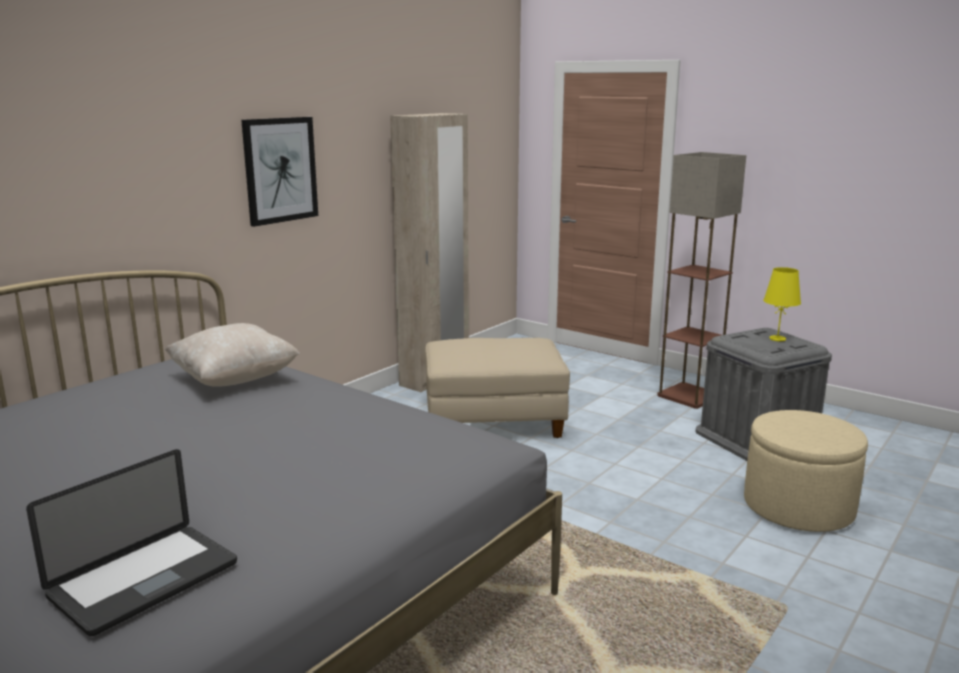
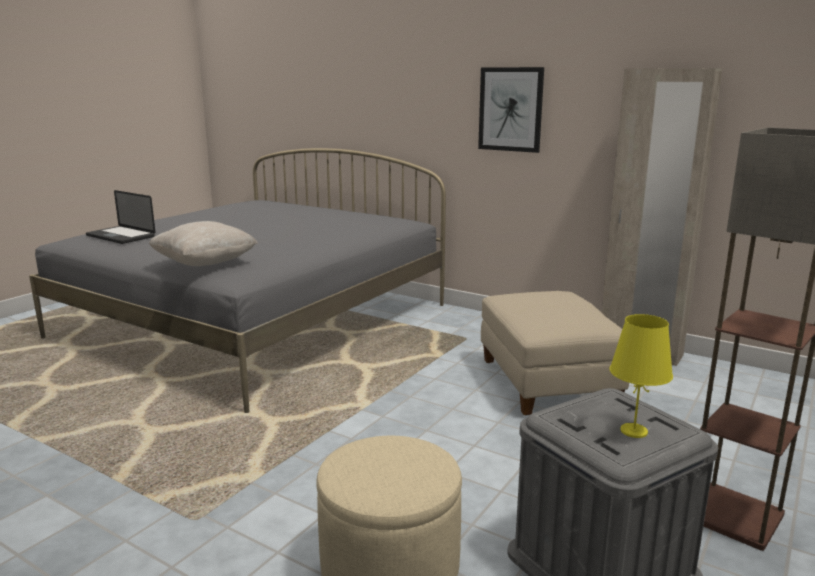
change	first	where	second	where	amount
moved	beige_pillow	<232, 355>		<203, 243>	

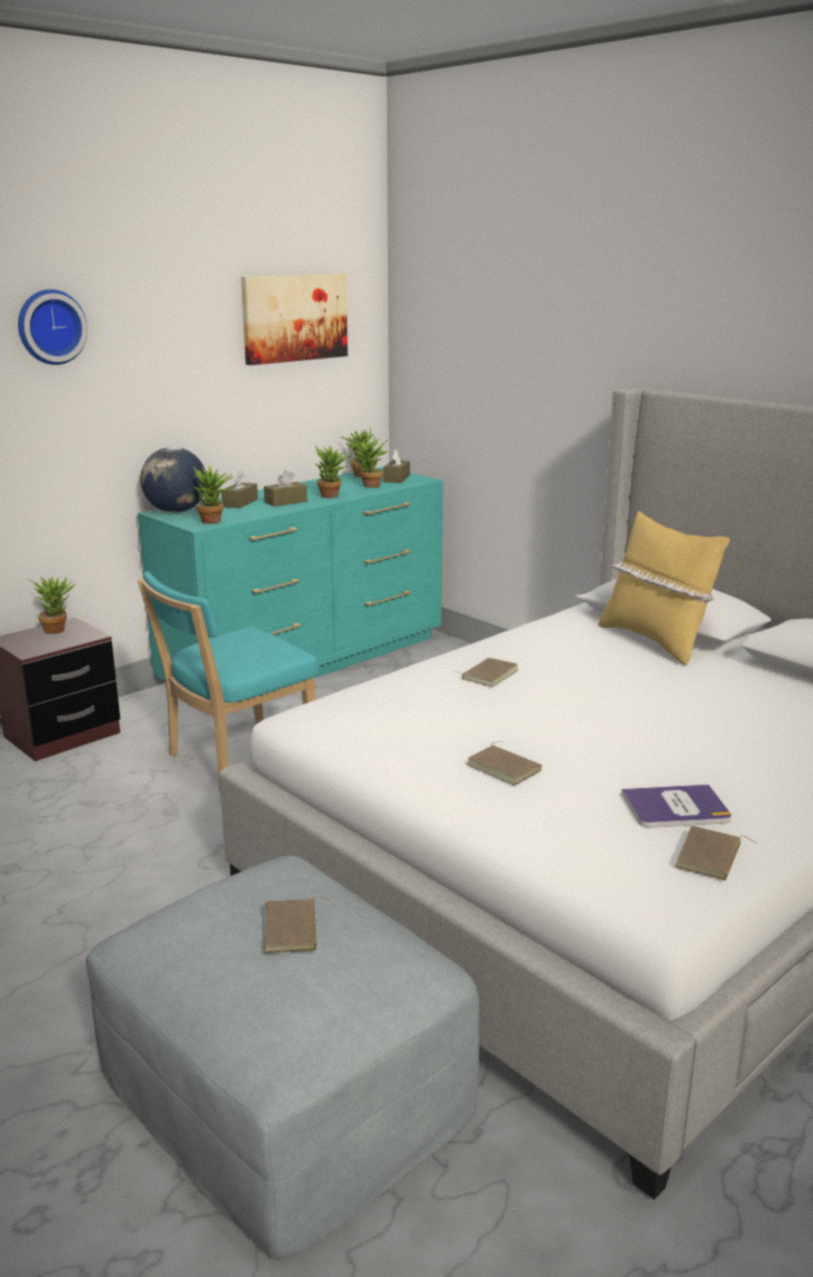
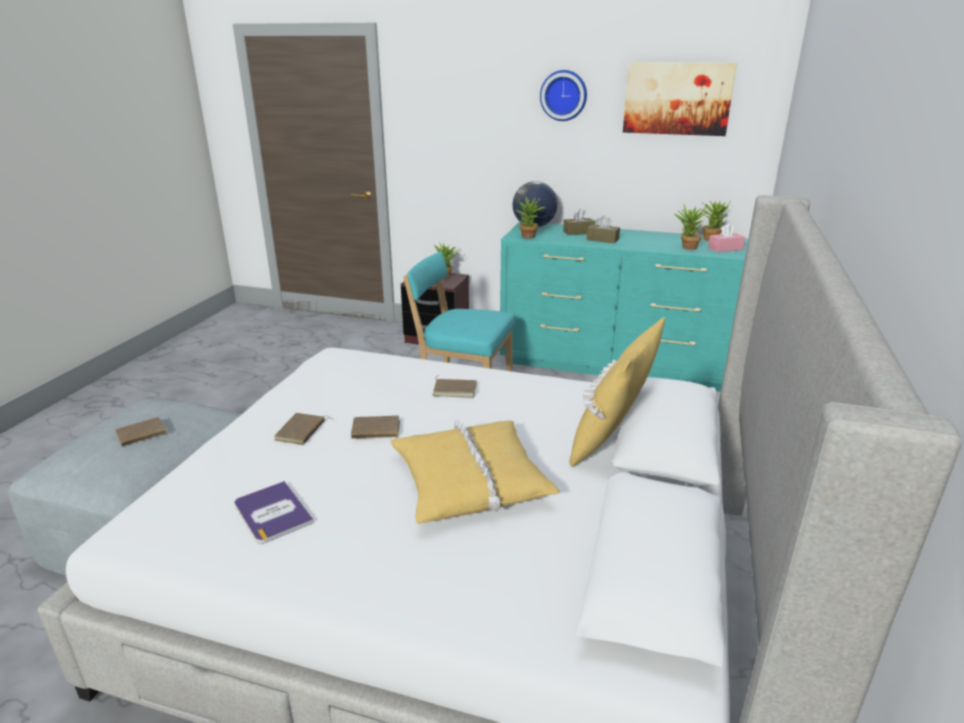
change	first	where	second	where	amount
moved	wall_clock	<53, 327>		<563, 95>	
removed	potted_plant	<333, 472>			
recoloured	brown_tissue_box	<396, 466>	pink_tissue_box	<727, 237>	
moved	brown_book	<715, 853>		<375, 427>	
added			yellow_pillow	<475, 471>	

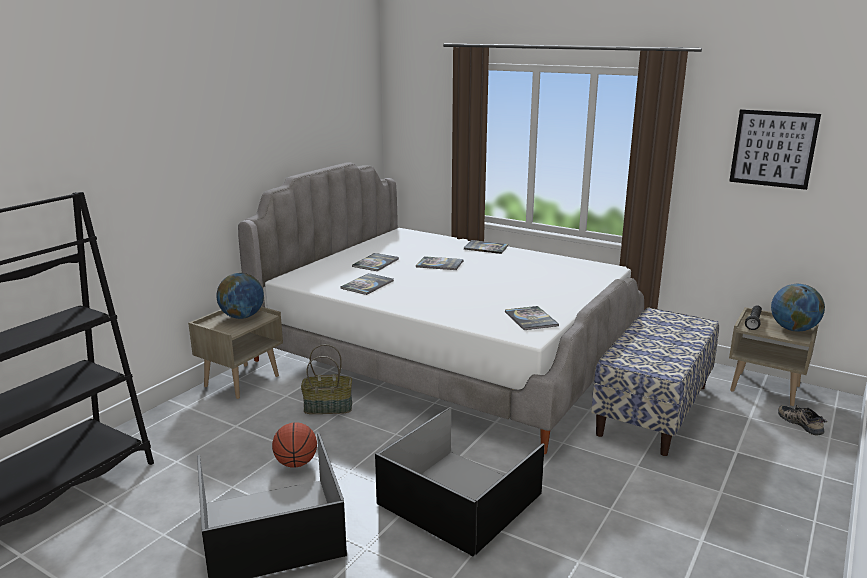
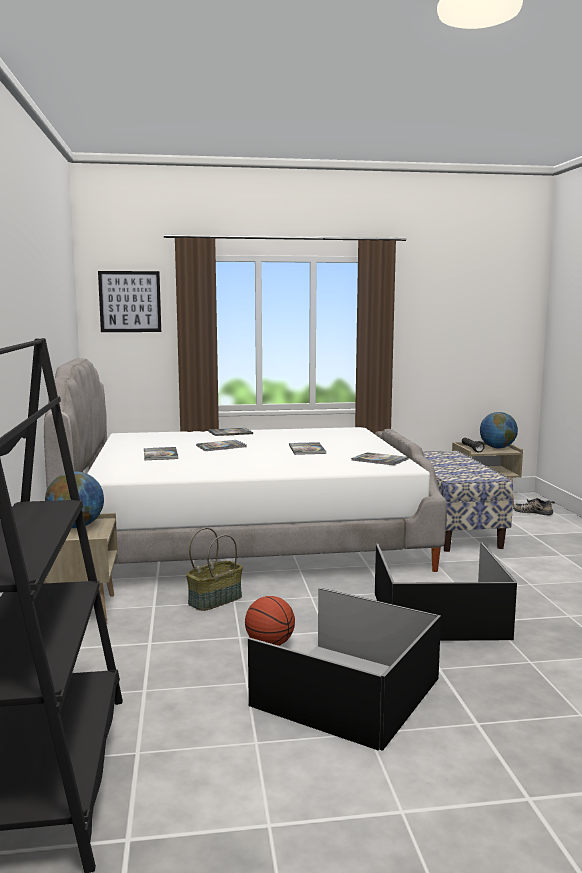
change	first	where	second	where	amount
moved	book	<367, 284>		<307, 448>	
moved	picture	<775, 149>		<129, 301>	

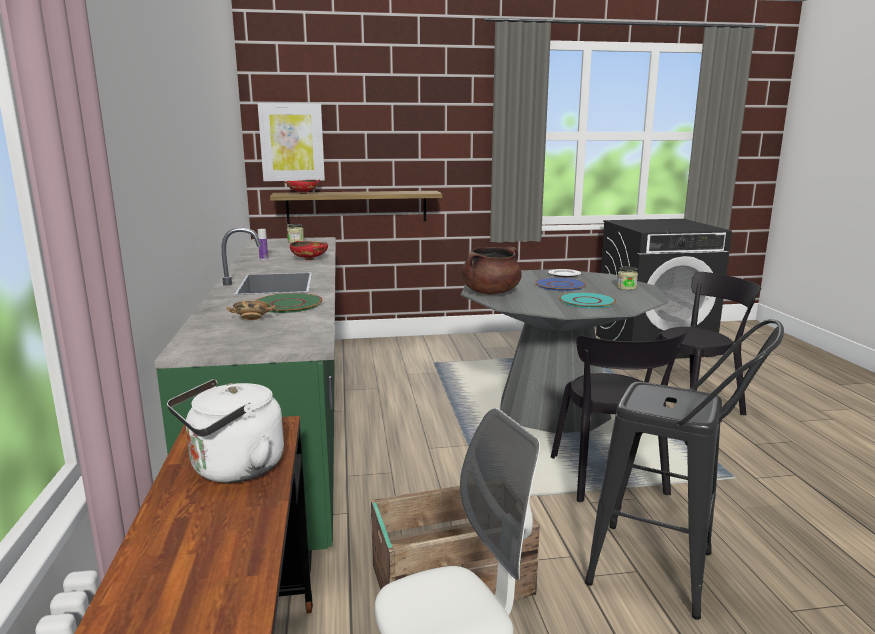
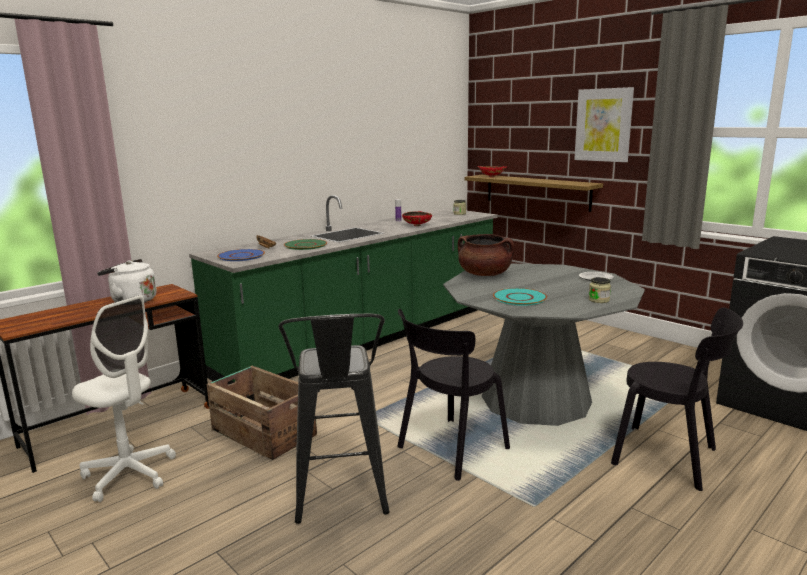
change	first	where	second	where	amount
moved	picture	<291, 142>		<604, 124>	
moved	blue_plate	<560, 284>		<241, 255>	

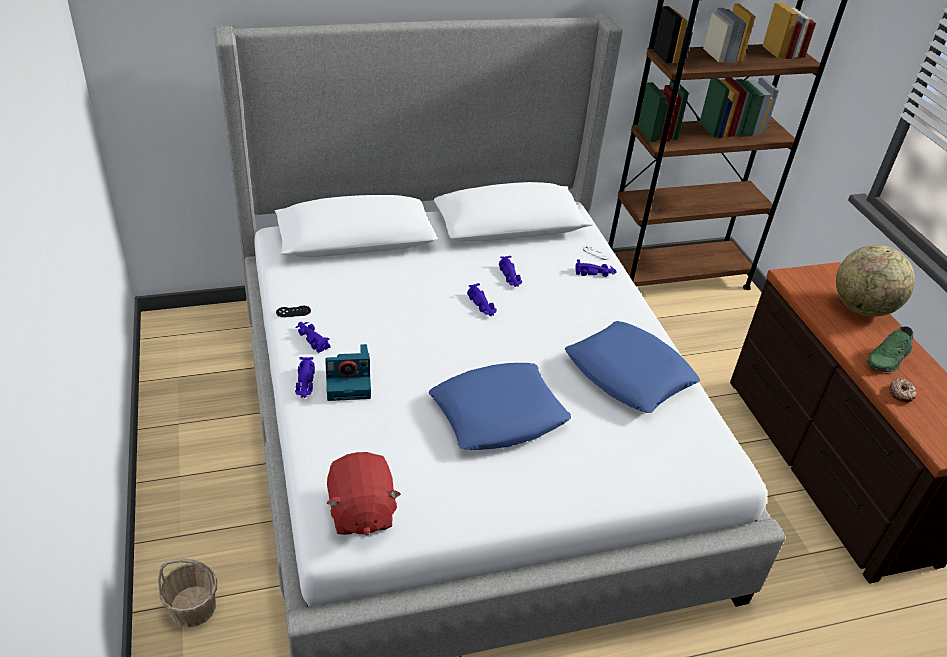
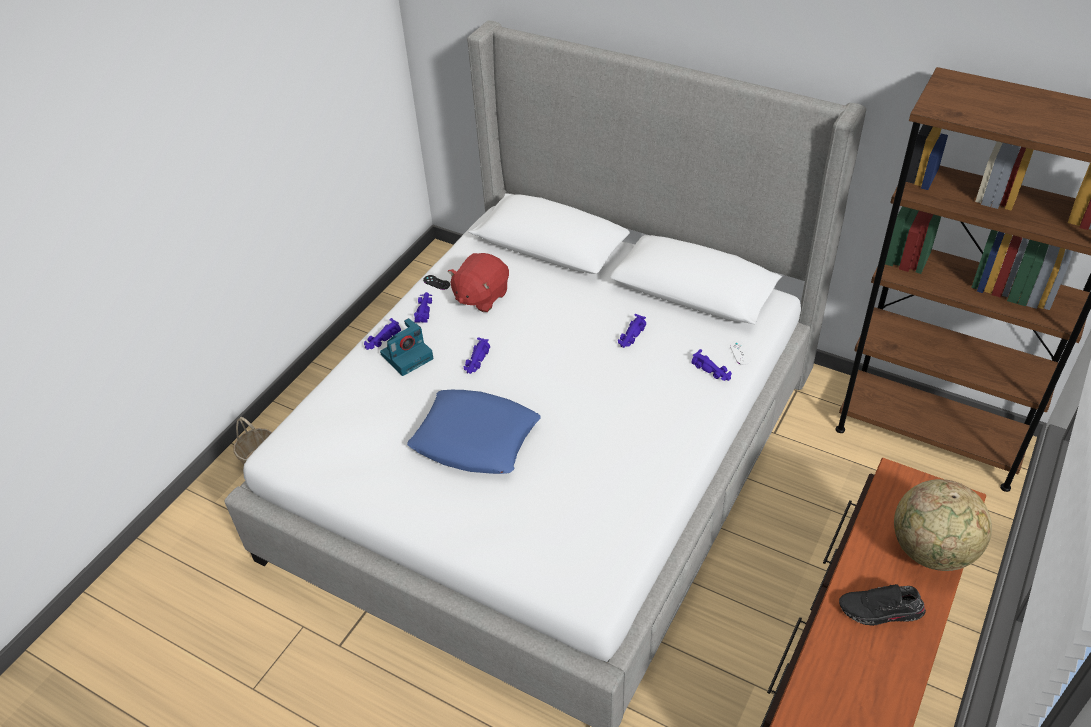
change	first	where	second	where	amount
turned	photo_camera	<348, 372>		<406, 347>	75 degrees counterclockwise
moved	red_plush_toy	<363, 493>		<478, 282>	
moved	purple_toy_car	<482, 299>		<477, 355>	
removed	blue_pillow	<632, 367>			
recoloured	green_shoe	<890, 349>	black_shoe	<882, 605>	
removed	donut	<903, 390>			

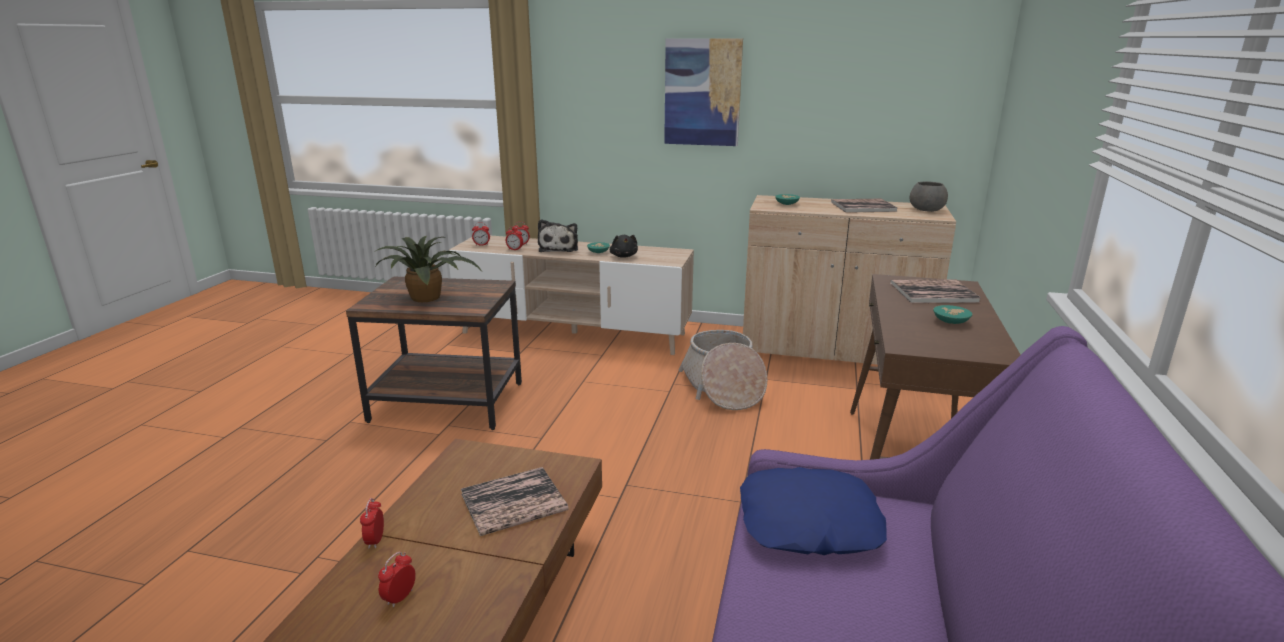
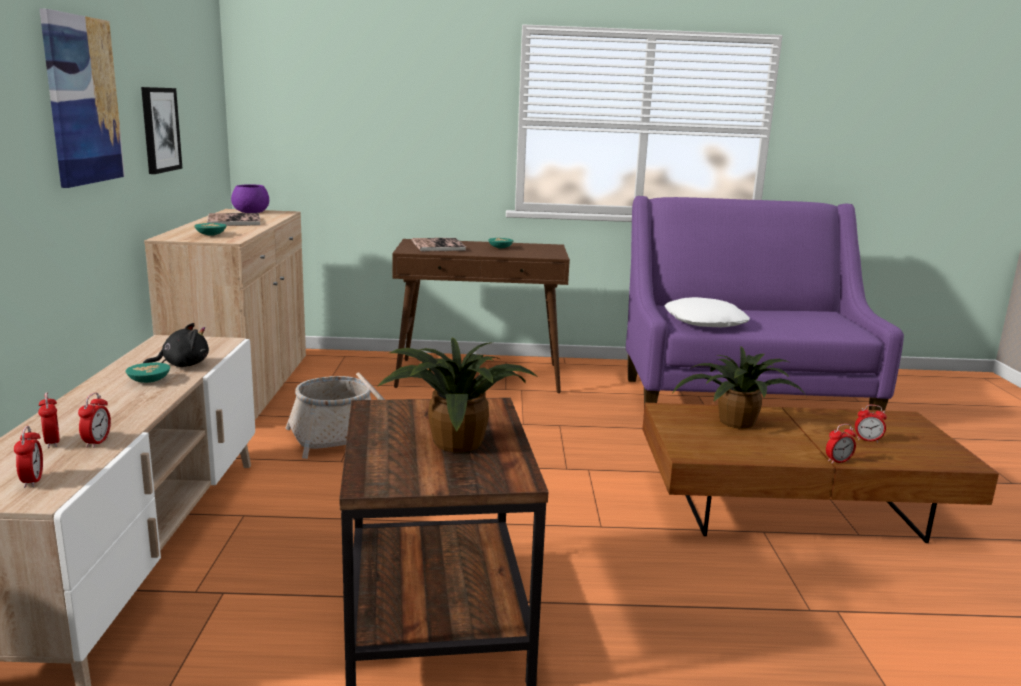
change	first	where	second	where	amount
replaced	book	<515, 501>	potted_plant	<739, 388>	
removed	plush_toy	<558, 235>			
recoloured	blue_pillow	<813, 511>	white_pillow	<707, 312>	
recoloured	grey_bowl	<928, 196>	purple_bowl	<250, 198>	
added			picture	<161, 130>	

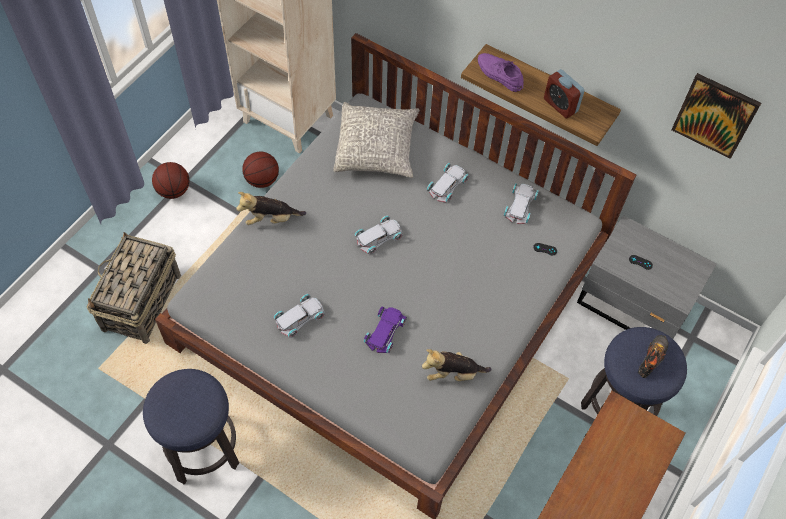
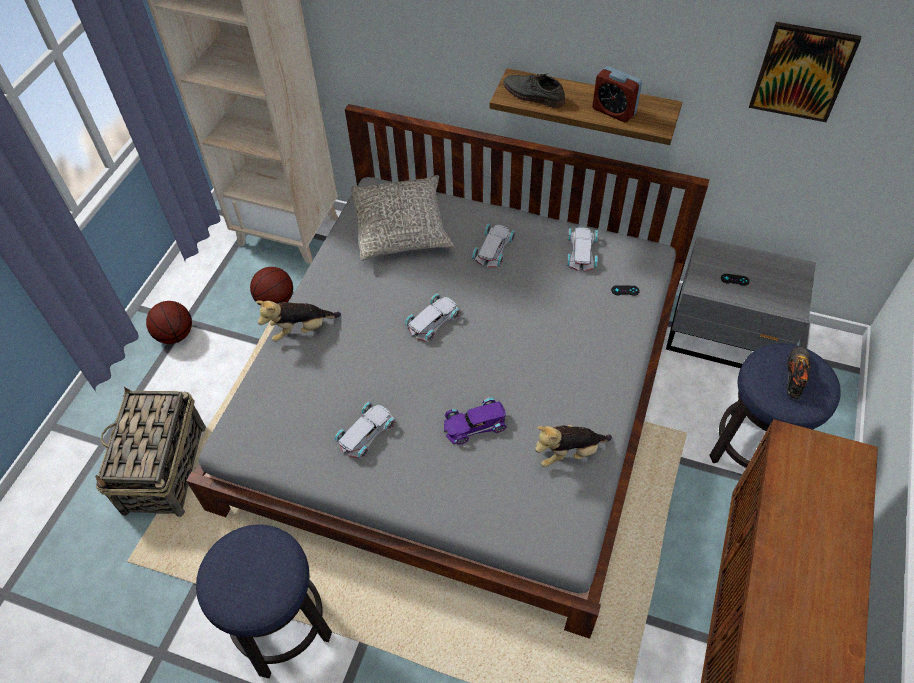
change	first	where	second	where	amount
turned	purple_toy_car	<385, 329>		<475, 421>	120 degrees counterclockwise
recoloured	purple_shoe	<501, 72>	grey_shoe	<534, 91>	

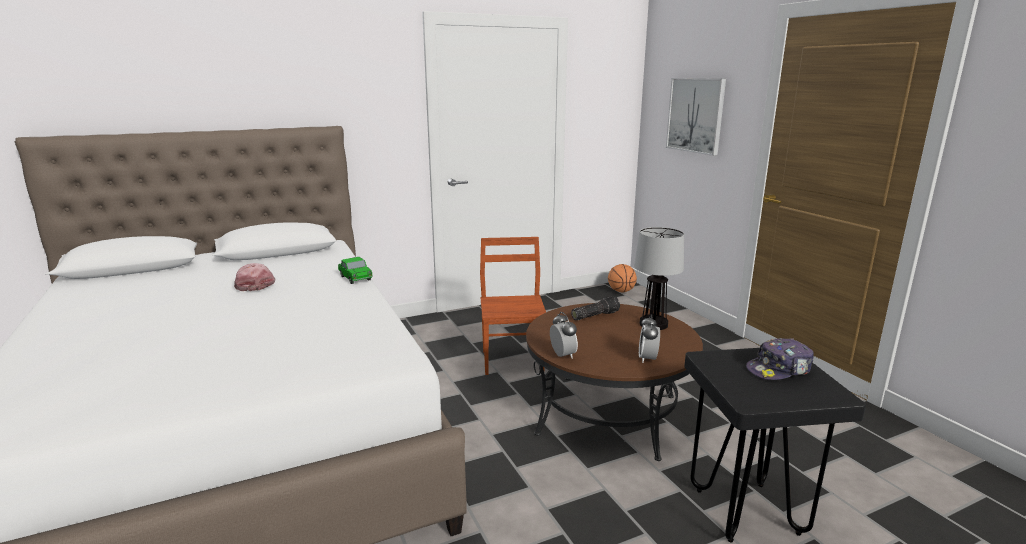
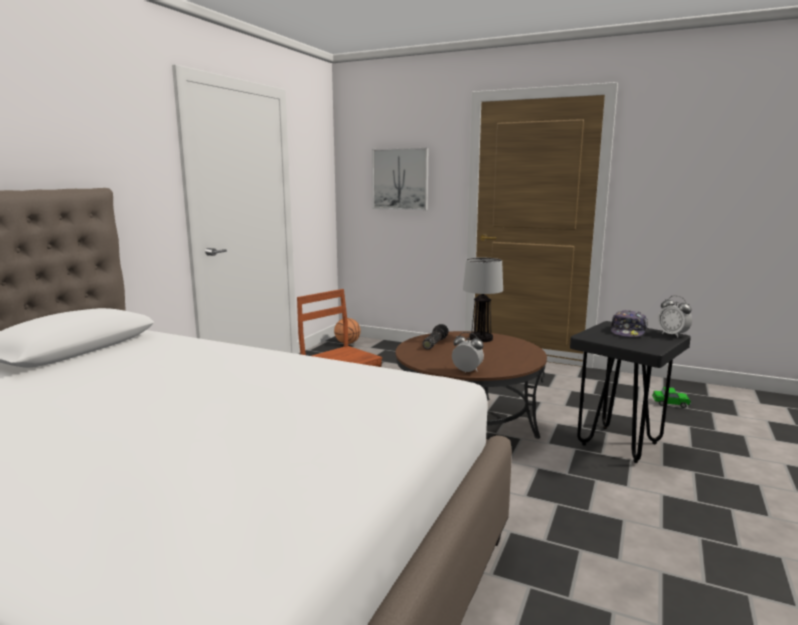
change	first	where	second	where	amount
removed	pink_cap	<255, 277>			
moved	toy_car	<355, 270>		<671, 397>	
moved	alarm_clock	<649, 339>		<675, 317>	

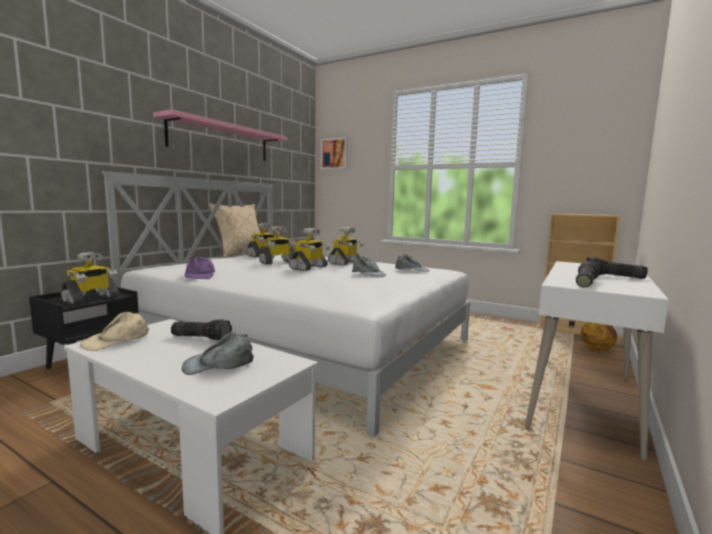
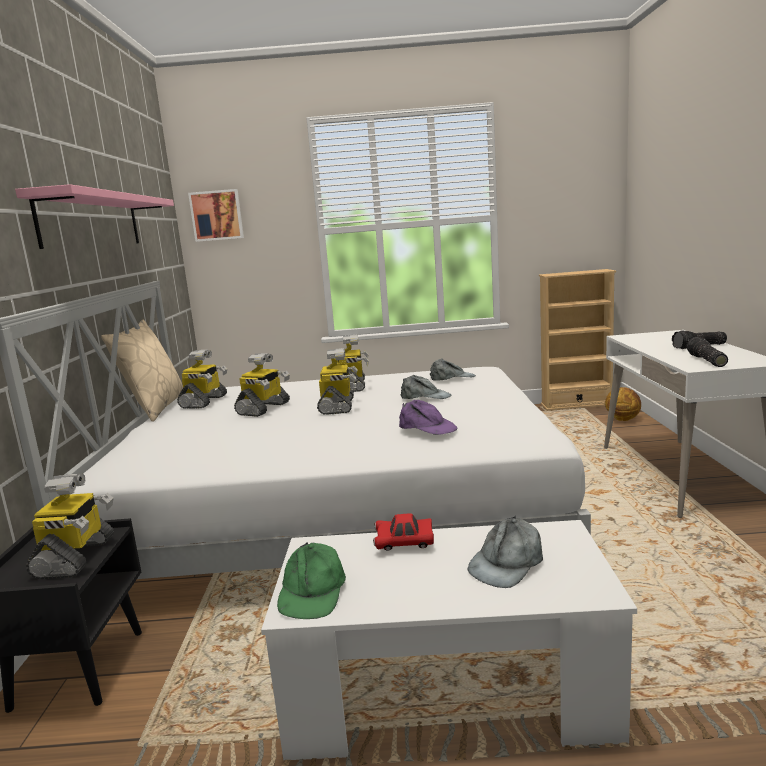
change	first	where	second	where	amount
recoloured	beige_cap	<114, 331>	green_cap	<311, 580>	
replaced	flashlight	<201, 330>	red_toy_car	<403, 531>	
moved	purple_cap	<199, 268>		<428, 417>	

